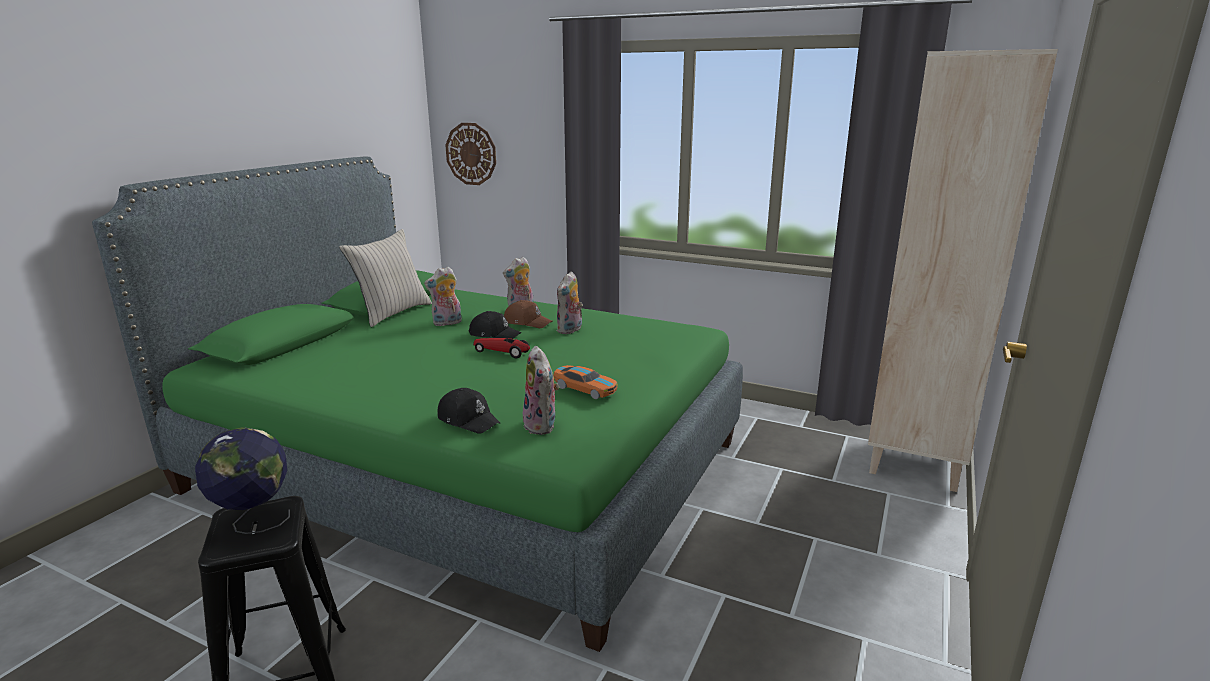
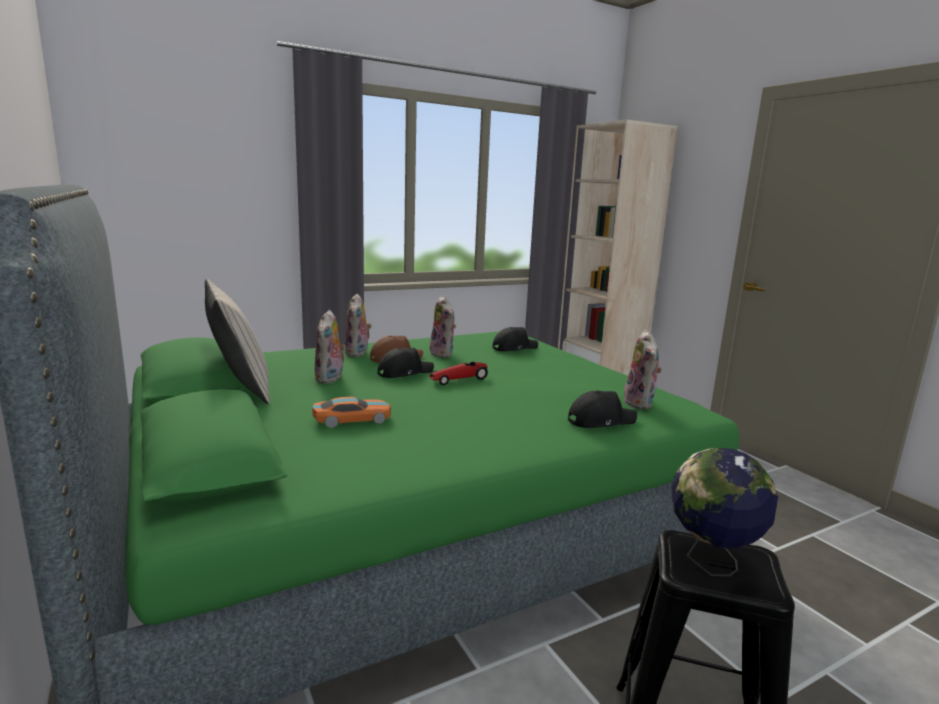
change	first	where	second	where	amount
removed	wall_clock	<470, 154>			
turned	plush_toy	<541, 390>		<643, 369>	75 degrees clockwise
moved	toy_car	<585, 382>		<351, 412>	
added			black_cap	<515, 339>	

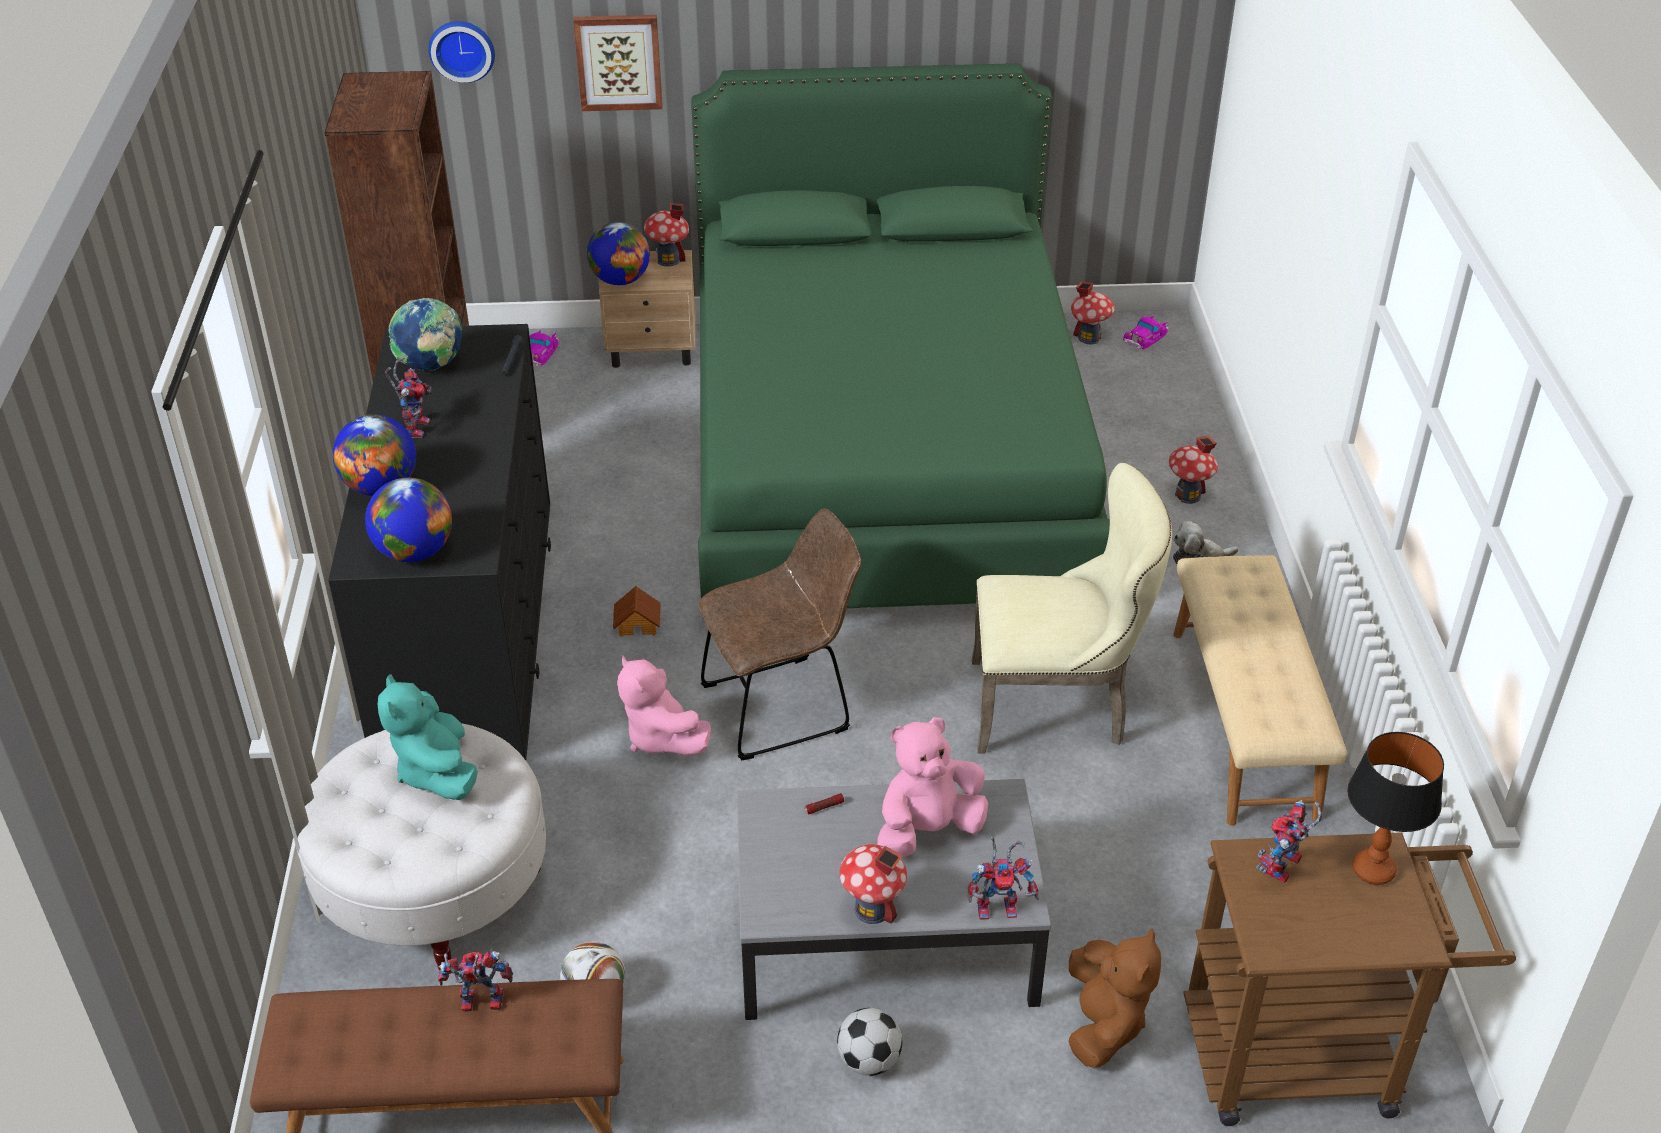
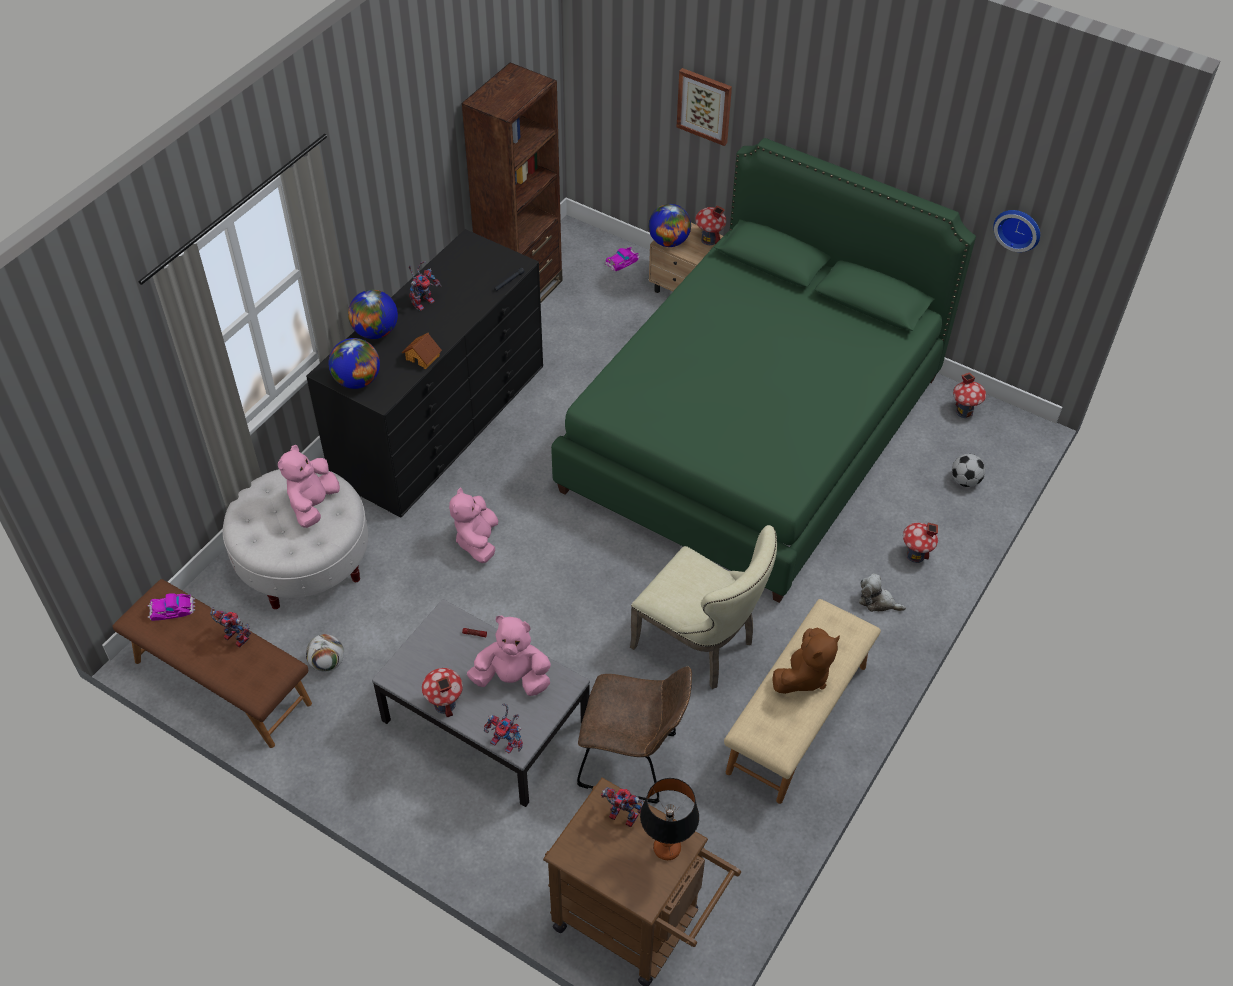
change	first	where	second	where	amount
recoloured	turquoise_plush_toy	<428, 737>	pink_plush_toy	<309, 486>	
removed	globe	<425, 334>			
moved	wall_clock	<461, 52>		<1016, 231>	
moved	toy_house	<637, 611>		<421, 351>	
moved	brown_chair	<780, 635>		<634, 735>	
moved	football	<869, 1042>		<968, 470>	
moved	brown_plush_toy	<1115, 998>		<806, 661>	
moved	toy_car	<1146, 333>		<171, 607>	
turned	toy_robot	<1289, 841>		<622, 807>	45 degrees clockwise

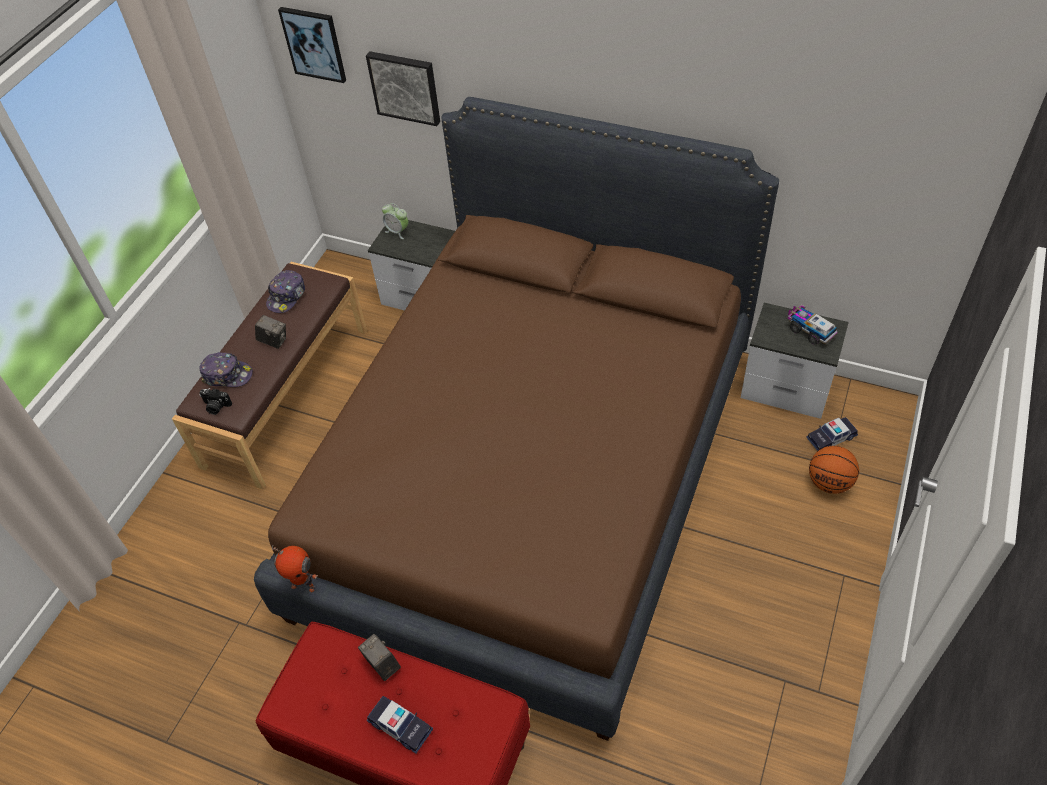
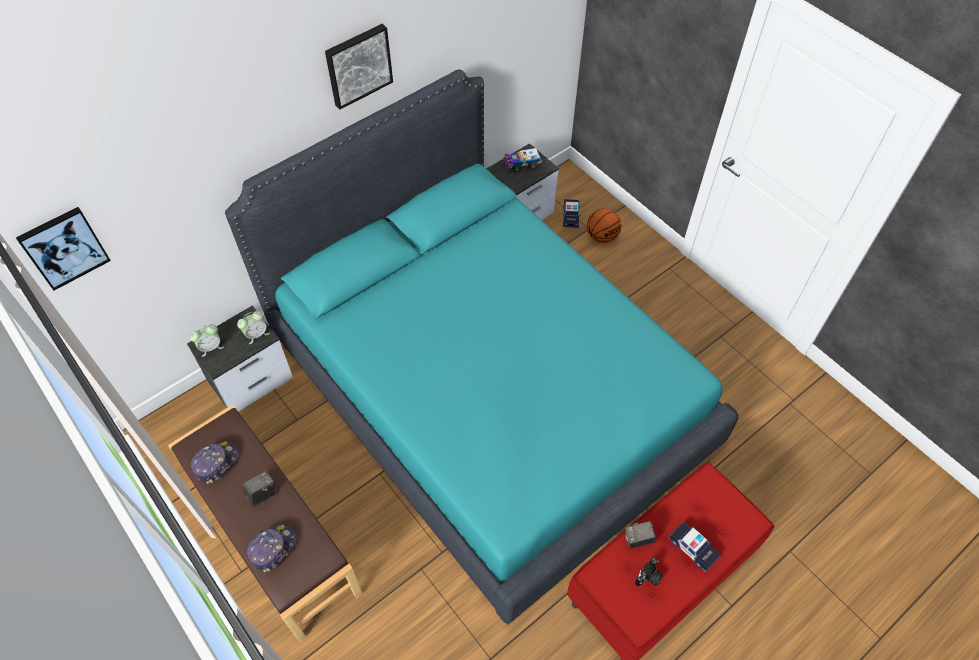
change	first	where	second	where	amount
moved	photo_camera	<215, 401>		<649, 571>	
recoloured	brown_bed	<516, 419>	turquoise_bed	<482, 347>	
turned	cap	<285, 291>		<215, 463>	105 degrees counterclockwise
removed	toy_robot	<295, 569>			
moved	picture	<403, 88>		<359, 67>	
turned	toy_car	<400, 724>		<694, 547>	75 degrees clockwise
added			alarm_clock	<253, 327>	

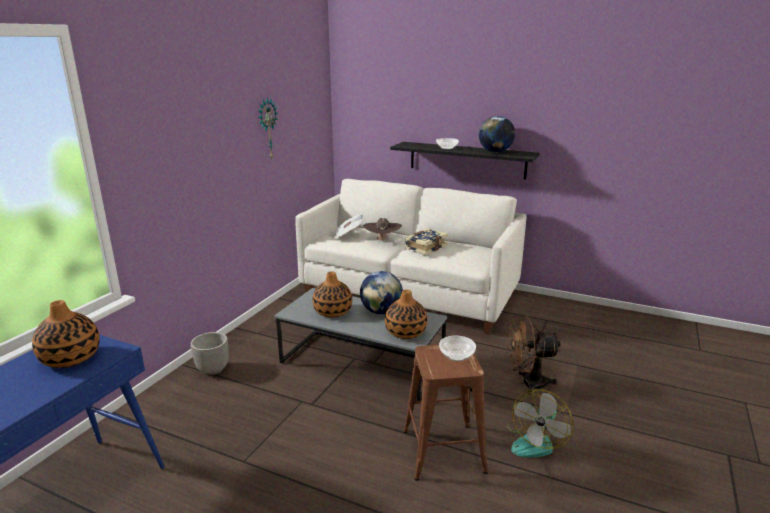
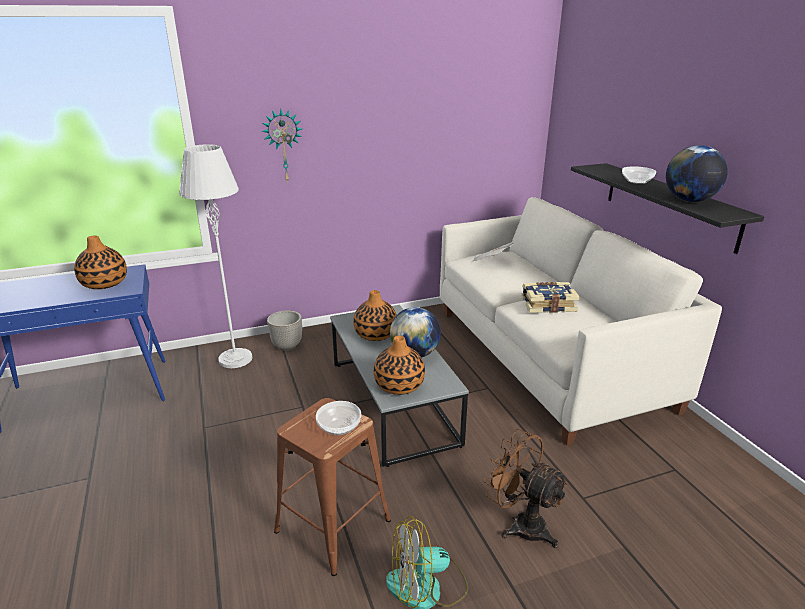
change	first	where	second	where	amount
moved	wall_clock	<268, 128>		<282, 146>	
removed	brown_hat	<382, 230>			
added			grey_floor_lamp	<215, 256>	

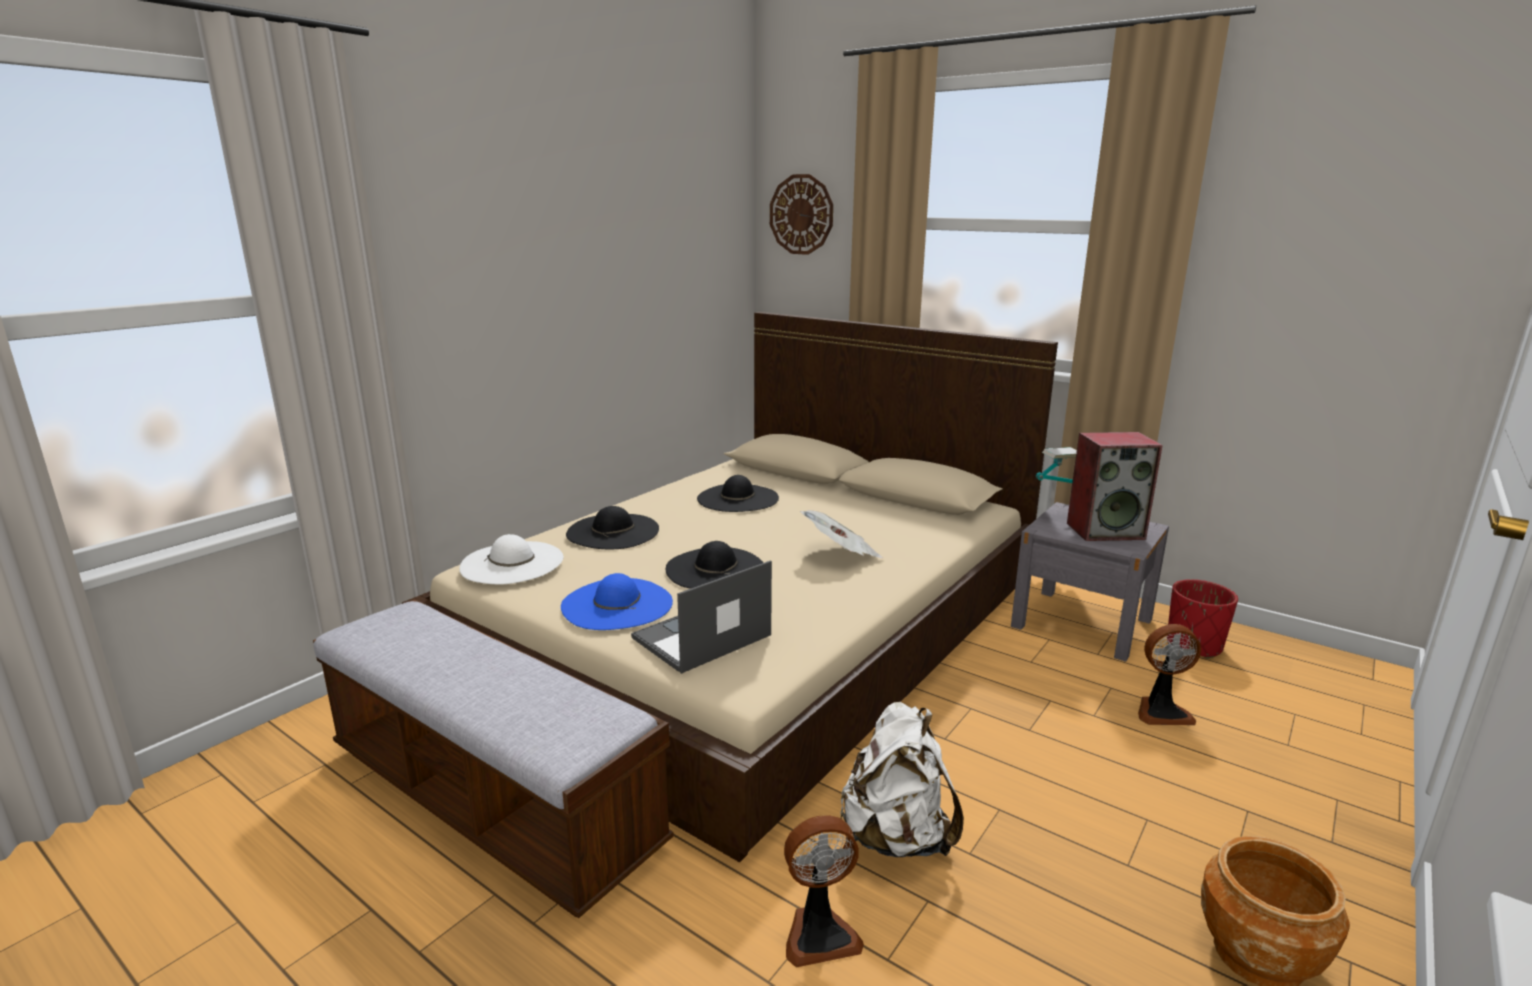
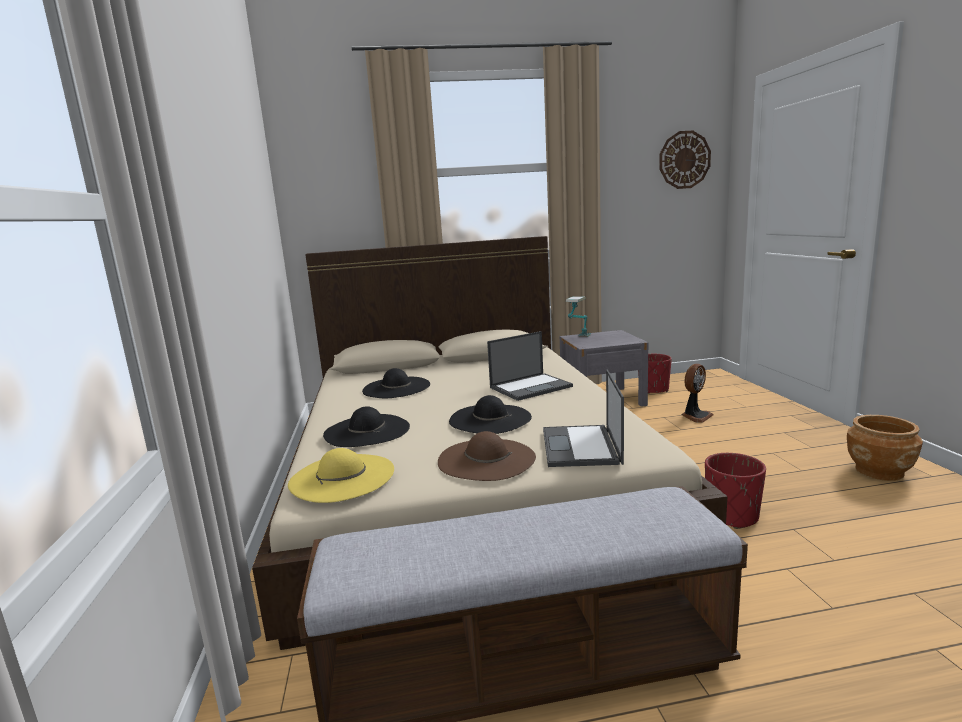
change	first	where	second	where	amount
recoloured	white_hat	<511, 559>	yellow_hat	<341, 475>	
recoloured	blue_hat	<617, 601>	brown_hat	<487, 456>	
moved	wall_clock	<801, 214>		<685, 160>	
removed	fan	<824, 891>			
replaced	newspaper	<842, 534>	laptop	<530, 366>	
replaced	white_backpack	<902, 779>	red_planter	<735, 491>	
removed	speaker	<1115, 486>			

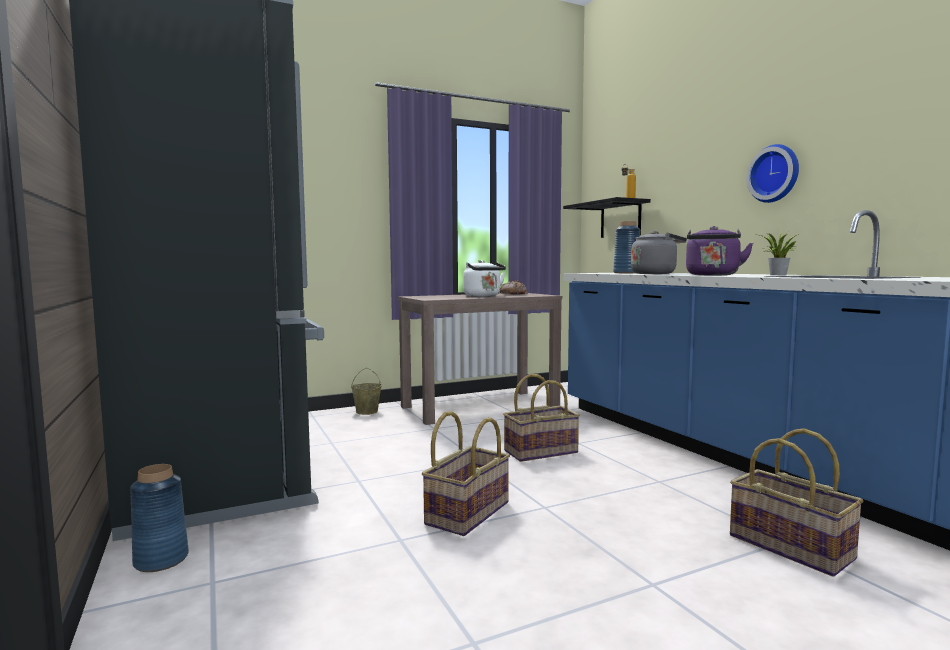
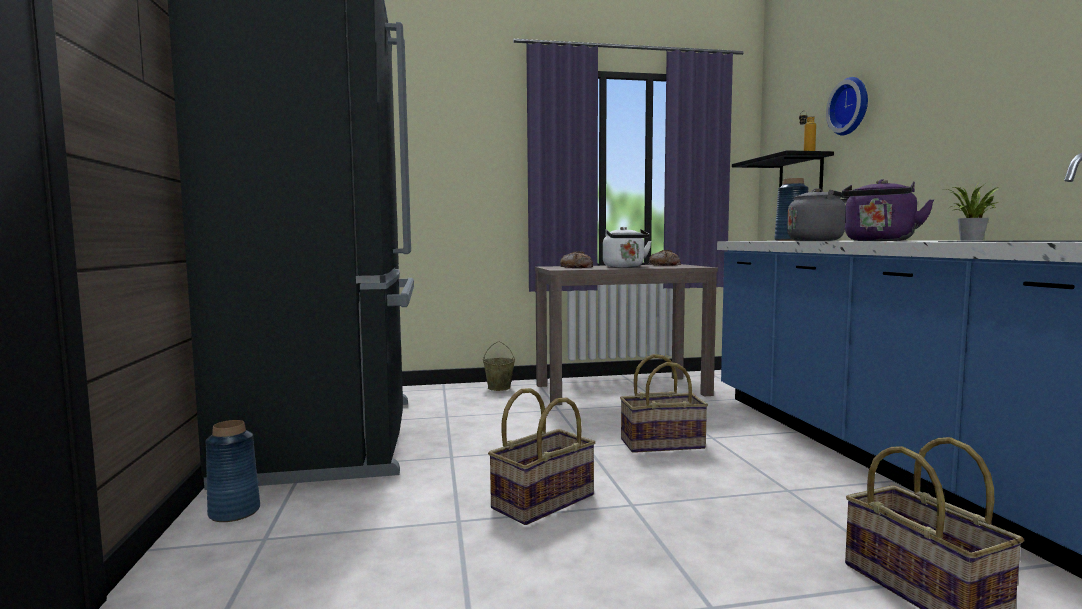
change	first	where	second	where	amount
moved	wall_clock	<772, 173>		<847, 106>	
added			bread	<576, 259>	

